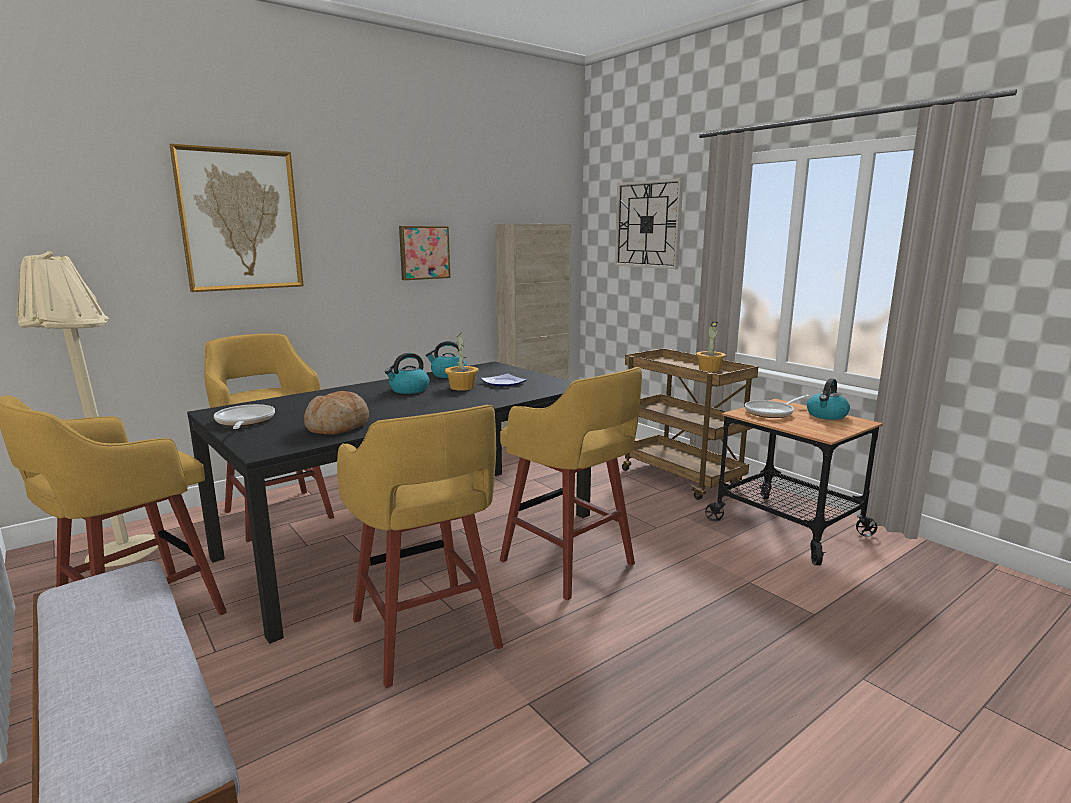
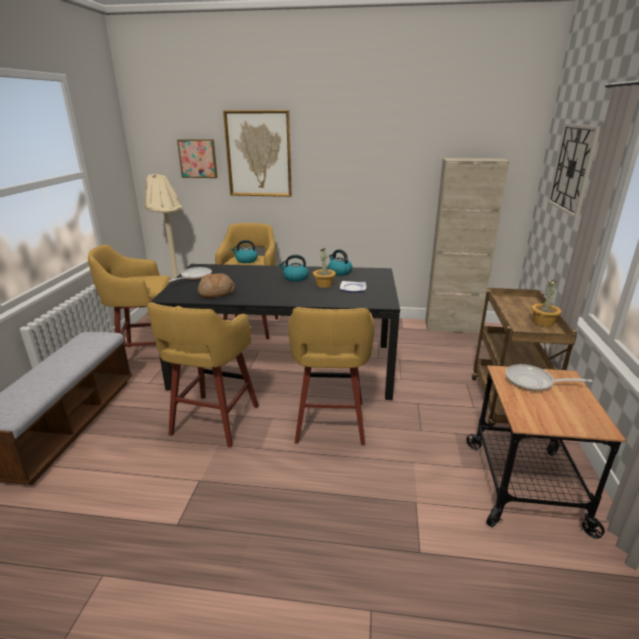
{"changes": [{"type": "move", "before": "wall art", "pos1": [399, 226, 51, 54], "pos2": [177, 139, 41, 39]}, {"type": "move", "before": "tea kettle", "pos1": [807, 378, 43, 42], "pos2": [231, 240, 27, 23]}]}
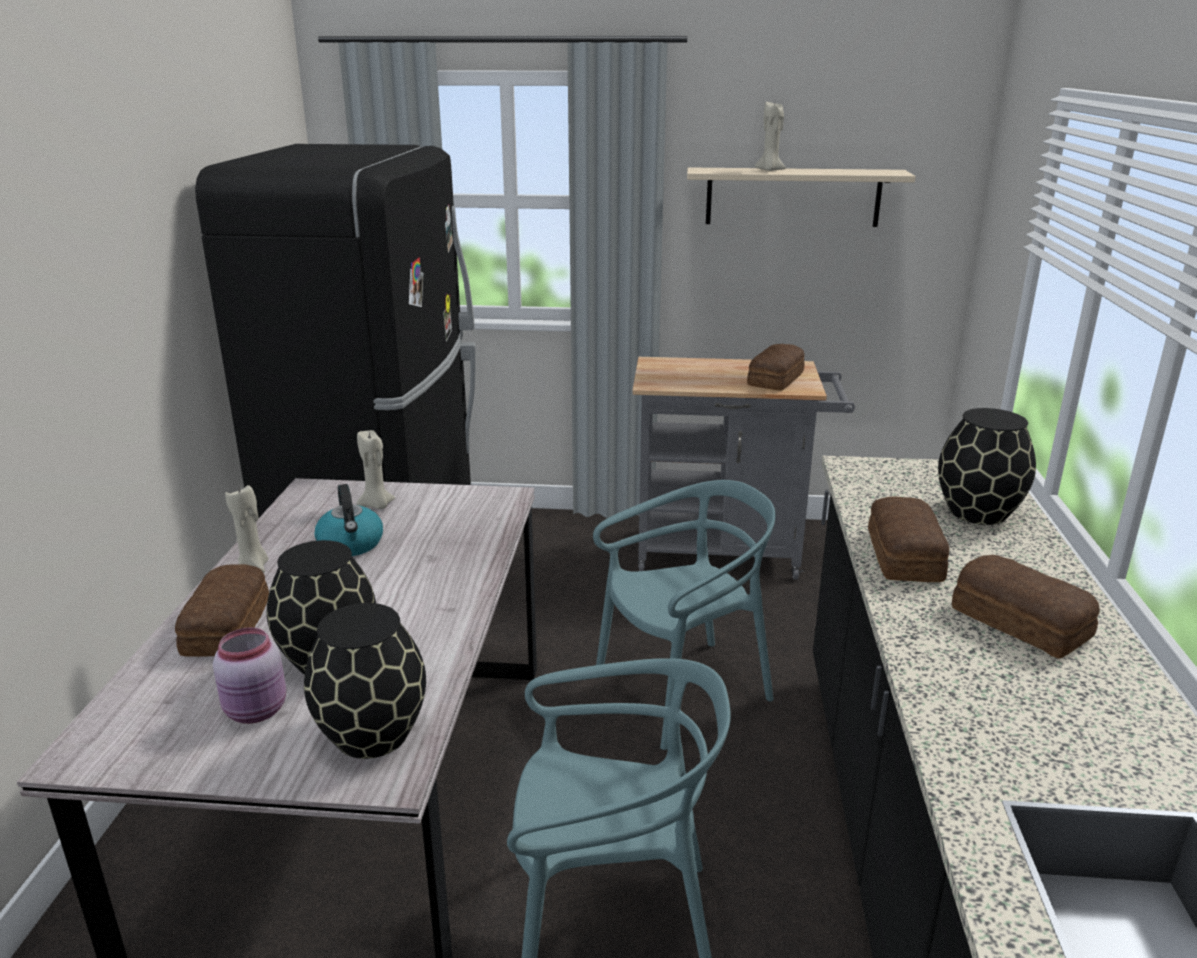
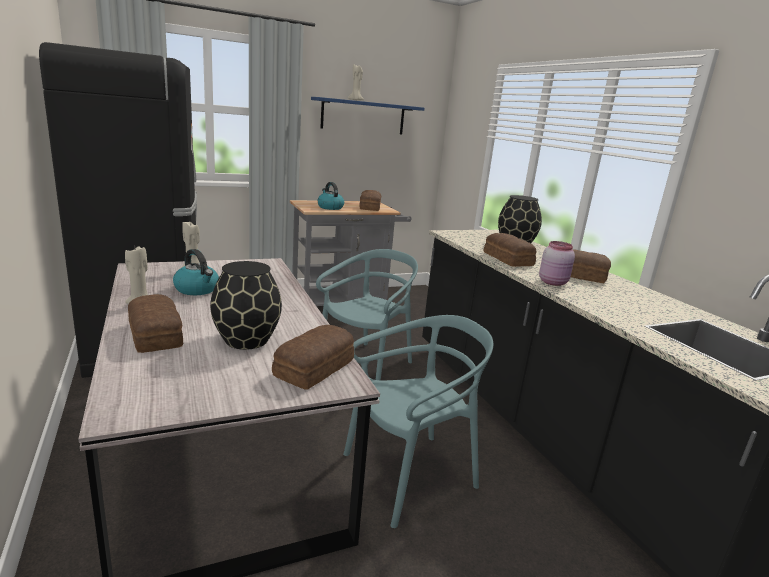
{"changes": [{"type": "replace", "before": "blackish flower vase", "after": "bakery bread", "pos1": [304, 603, 122, 156], "pos2": [272, 325, 82, 65]}, {"type": "recolor", "before": "sand-coloured bracket shelf", "after": "blue-coloured bracket shelf", "pos1": [687, 167, 229, 60], "pos2": [311, 97, 113, 37]}, {"type": "insert", "after": "tea kettle", "pos2": [317, 182, 27, 28]}, {"type": "move", "before": "pinkish jar", "pos1": [213, 627, 73, 97], "pos2": [539, 241, 36, 45]}]}
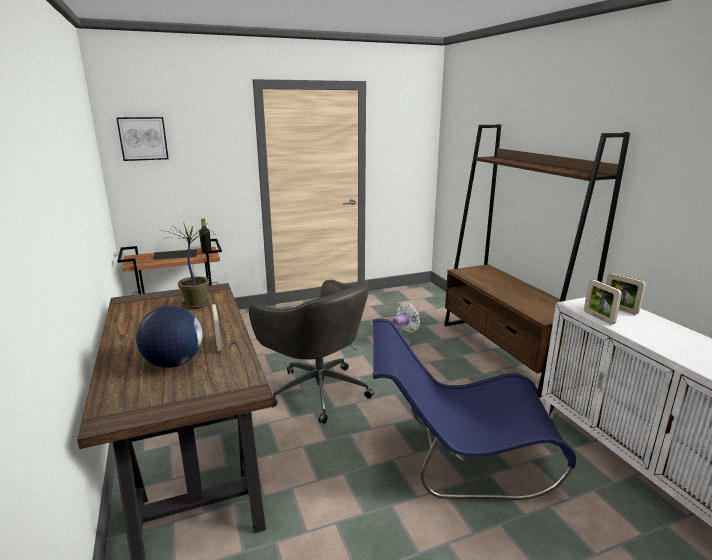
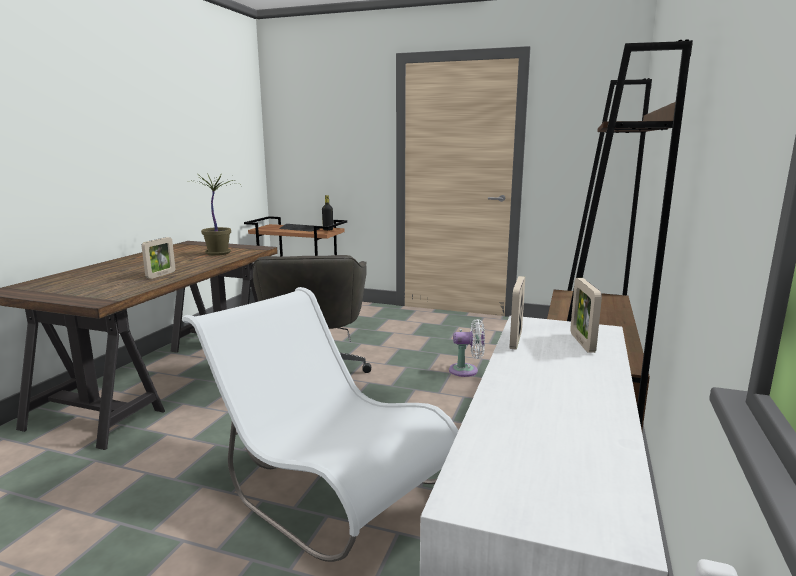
{"changes": [{"type": "recolor", "before": "blue-coloured upright chair", "after": "whitish upright chair", "pos1": [372, 318, 204, 182], "pos2": [182, 287, 277, 275]}, {"type": "delete", "before": "wall art", "pos1": [117, 117, 52, 44]}, {"type": "delete", "before": "desk globe", "pos1": [136, 305, 66, 63]}]}
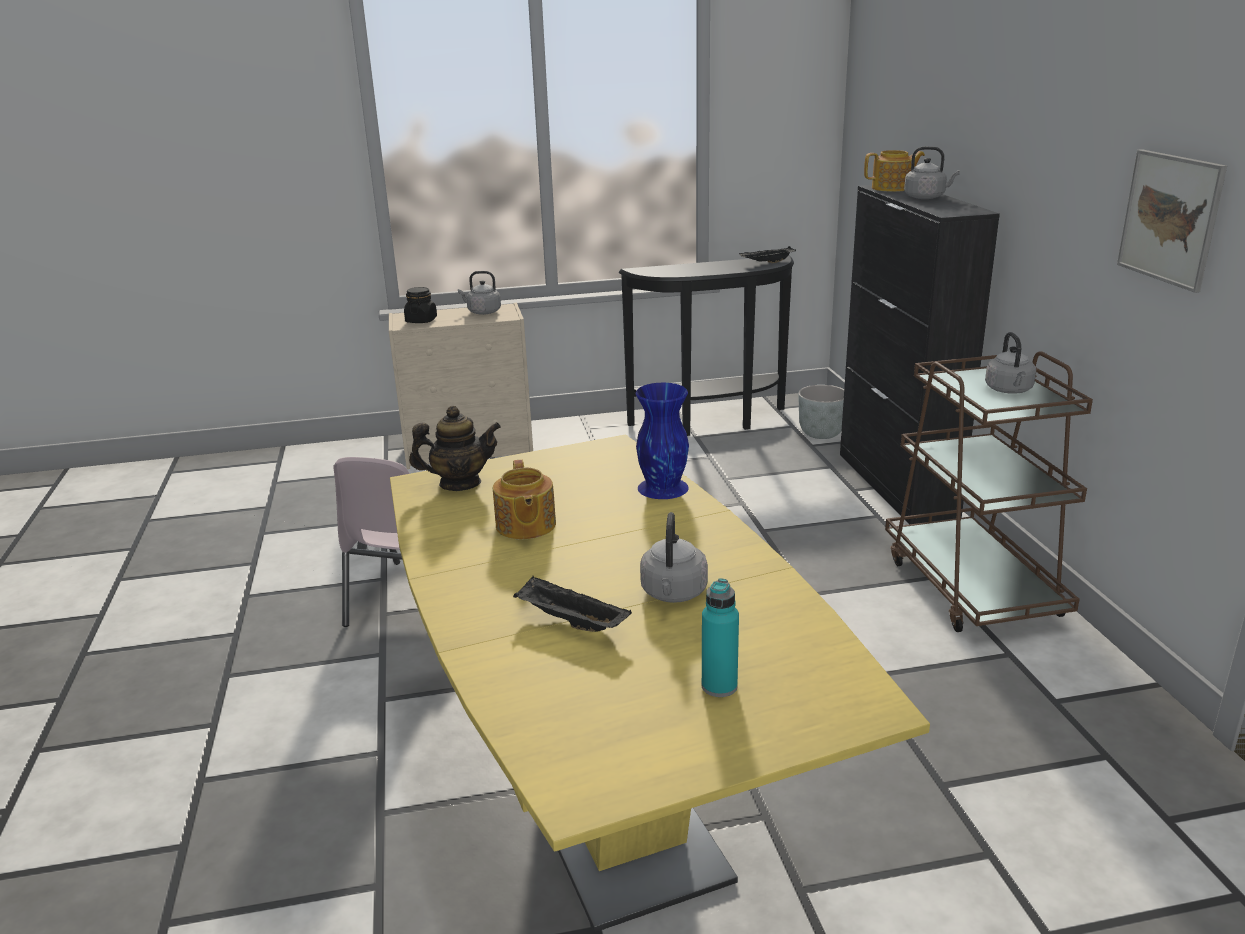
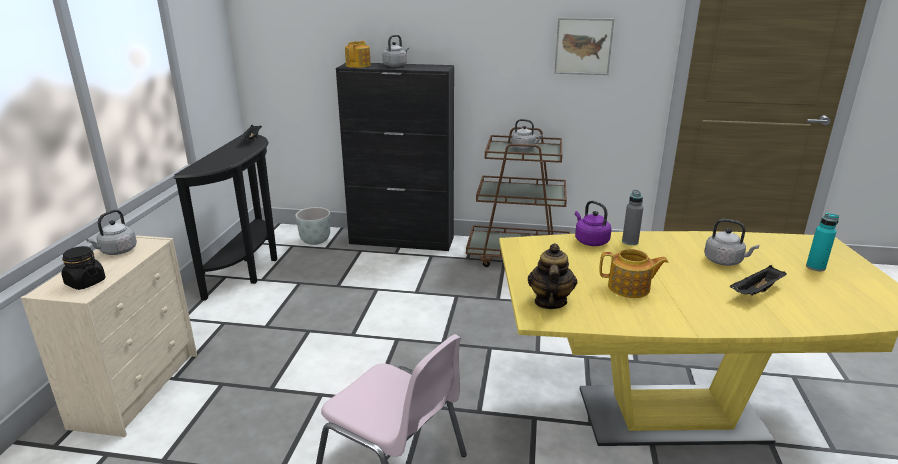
{"changes": [{"type": "replace", "before": "blue-coloured flower vase", "after": "purple tea kettle", "pos1": [636, 383, 53, 116], "pos2": [575, 201, 37, 45]}, {"type": "insert", "after": "greyish bottle", "pos2": [622, 190, 21, 55]}]}
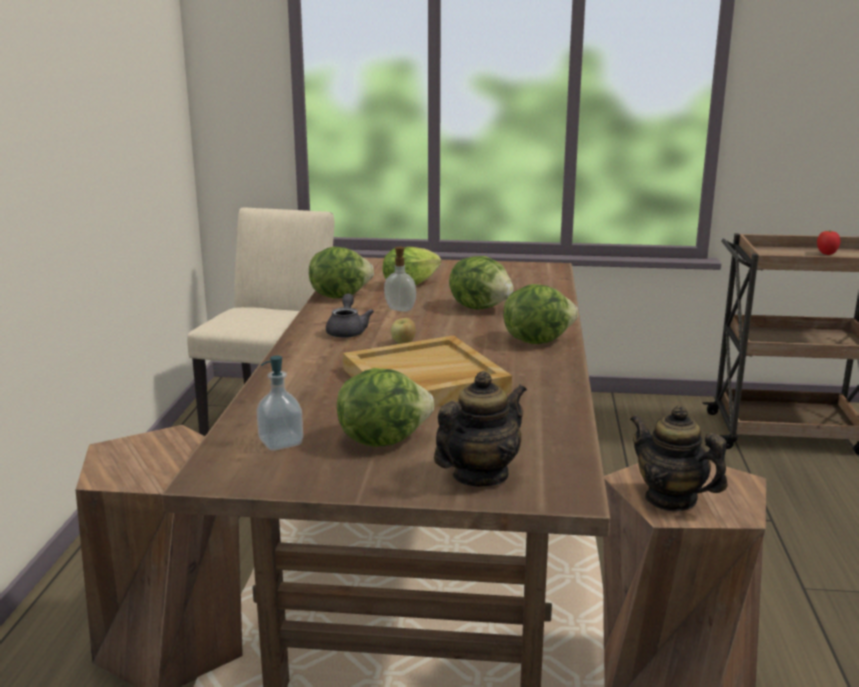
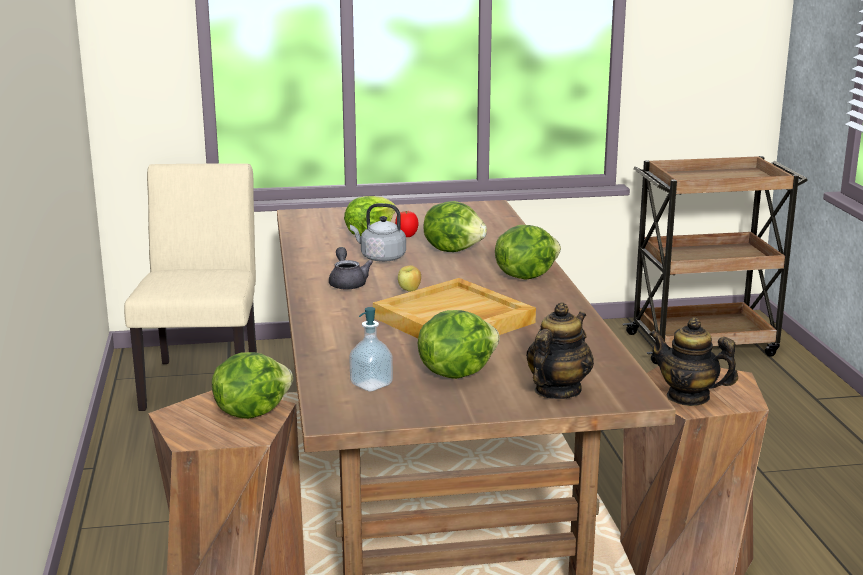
{"changes": [{"type": "move", "before": "lettuce head", "pos1": [309, 247, 65, 51], "pos2": [212, 352, 81, 67]}, {"type": "replace", "before": "soap dispenser", "after": "greyish tea kettle", "pos1": [384, 247, 32, 65], "pos2": [350, 203, 56, 59]}, {"type": "move", "before": "fresh tomato", "pos1": [817, 230, 23, 25], "pos2": [395, 211, 23, 26]}]}
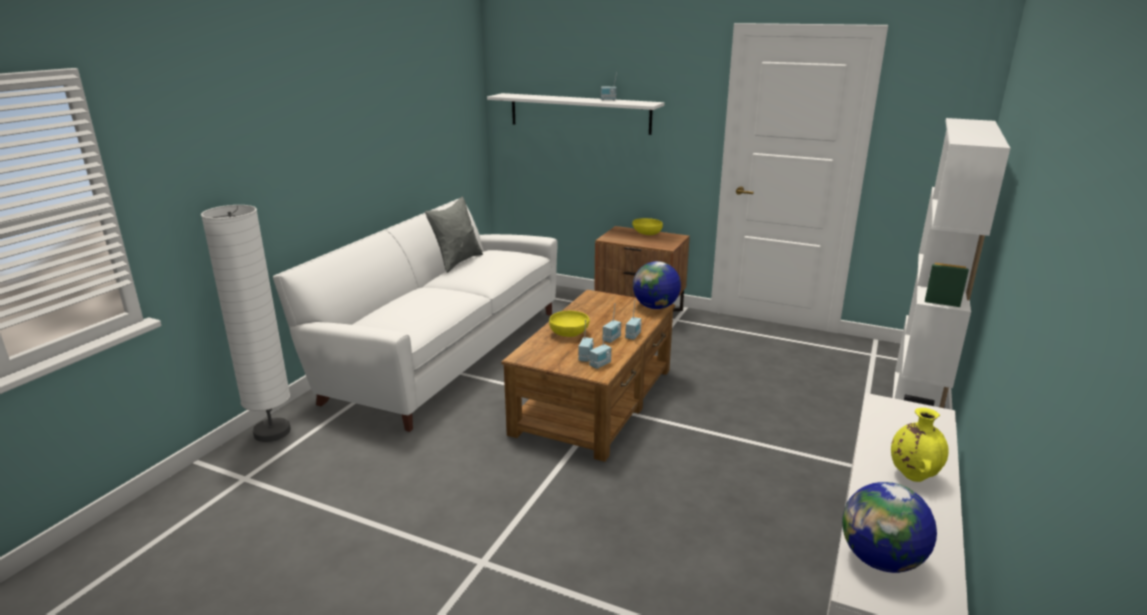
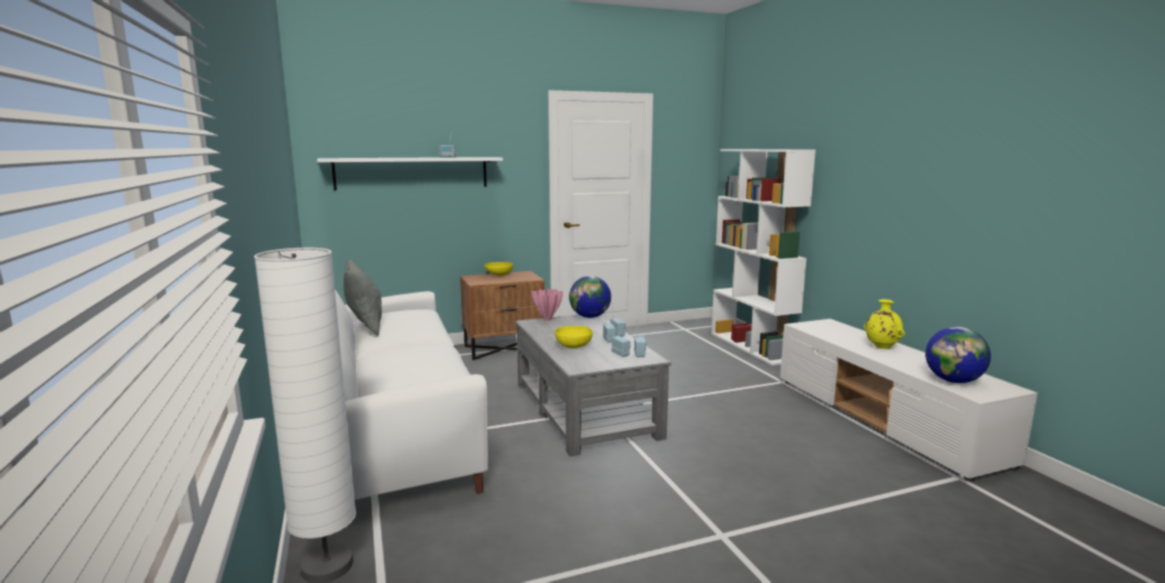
{"changes": [{"type": "recolor", "before": "brown-coloured coffee table", "after": "greyish coffee table", "pos1": [501, 290, 174, 172], "pos2": [515, 315, 156, 142]}, {"type": "insert", "after": "pinkish flower vase", "pos2": [531, 289, 32, 32]}]}
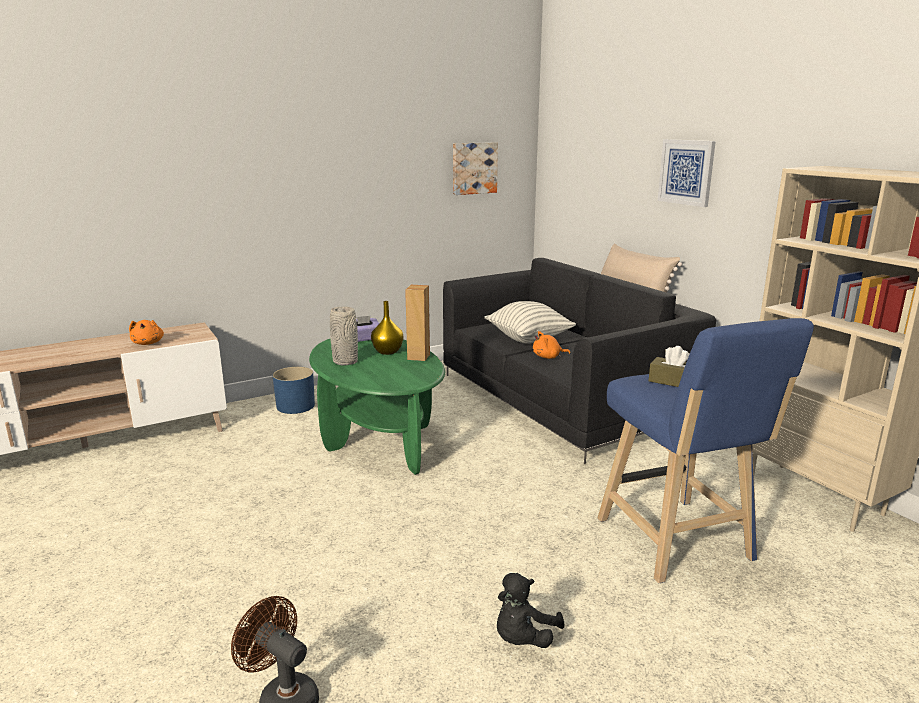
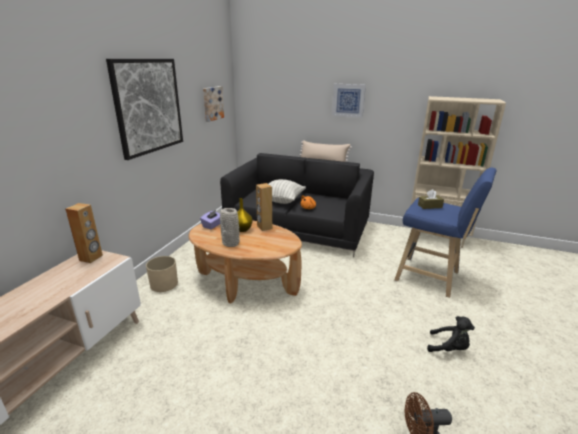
{"changes": [{"type": "insert", "after": "brown-coloured audio speaker", "pos2": [65, 203, 38, 60]}, {"type": "insert", "after": "wall art", "pos2": [106, 59, 77, 101]}, {"type": "recolor", "before": "blue-coloured flower pot", "after": "sand-coloured flower pot", "pos1": [273, 367, 42, 47], "pos2": [146, 256, 32, 36]}, {"type": "recolor", "before": "green-coloured coffee table", "after": "brown-coloured coffee table", "pos1": [309, 339, 136, 136], "pos2": [188, 220, 114, 83]}, {"type": "rotate", "before": "blackish soft toy", "pos1": [497, 573, 68, 75], "pos2": [427, 316, 48, 36], "turn": -60}, {"type": "delete", "before": "orangey soft toy", "pos1": [129, 320, 35, 25]}]}
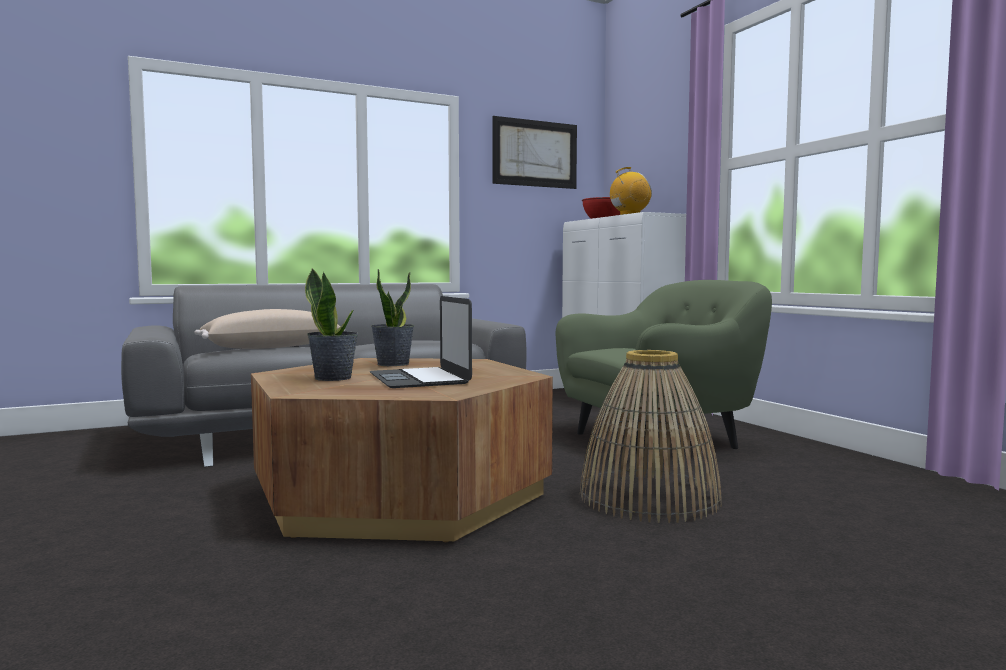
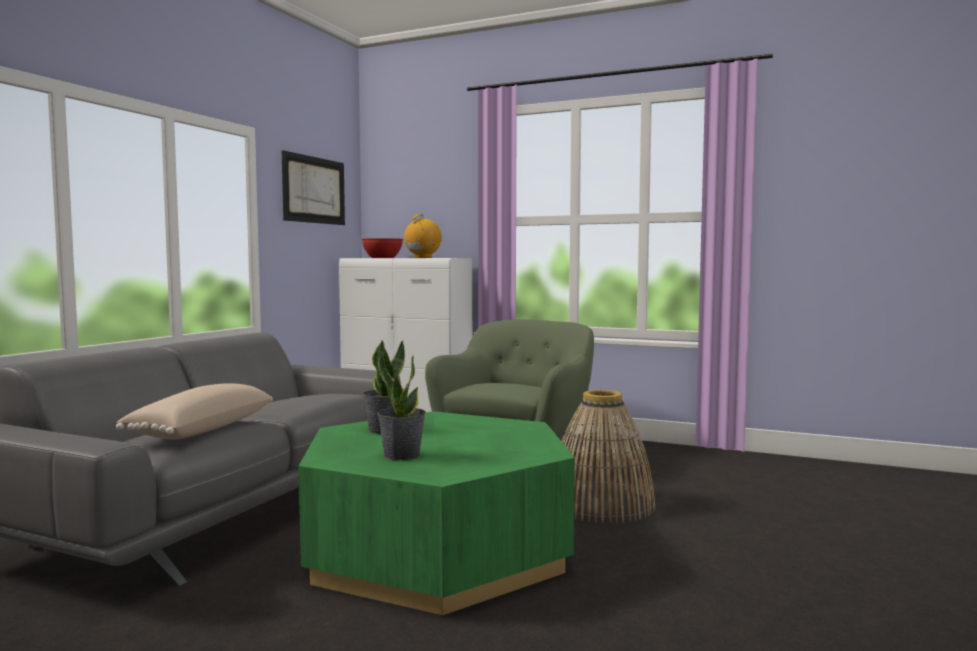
{"changes": [{"type": "recolor", "before": "brown-coloured coffee table", "after": "green-coloured coffee table", "pos1": [251, 358, 302, 184], "pos2": [298, 411, 277, 204]}, {"type": "delete", "before": "portable computer", "pos1": [370, 296, 102, 92]}]}
